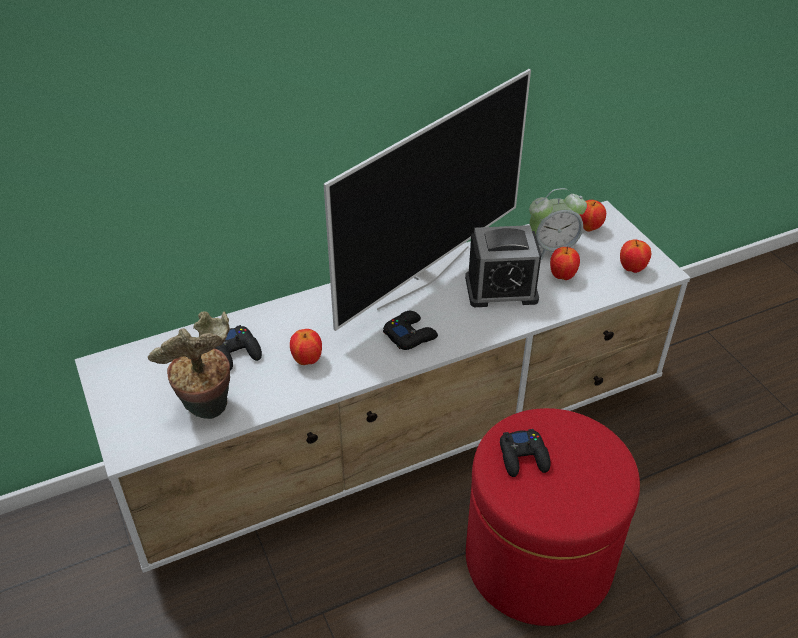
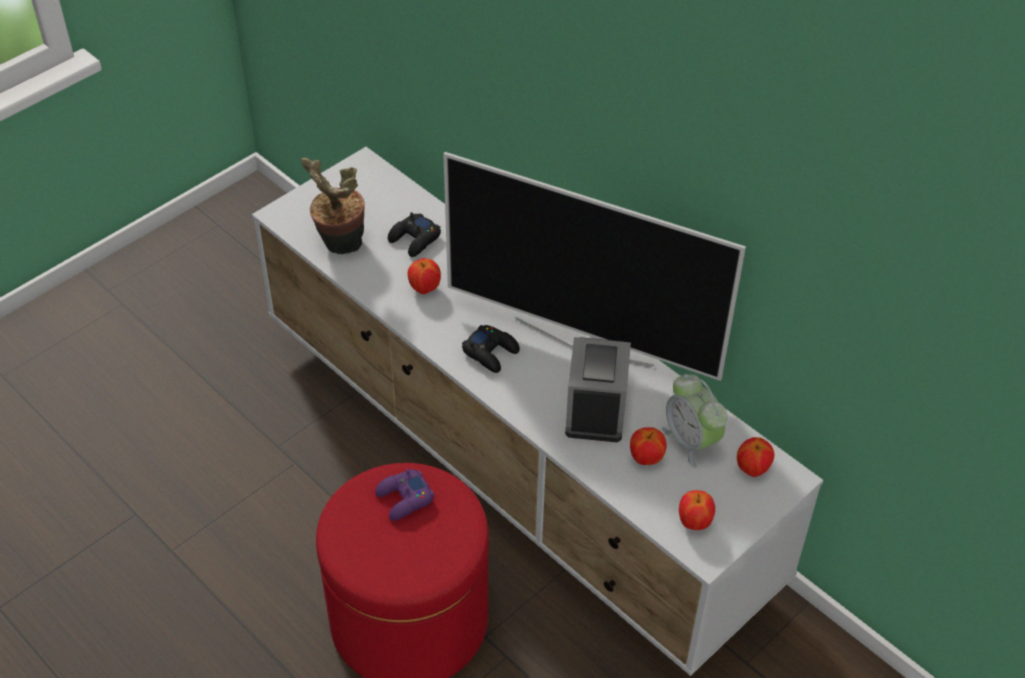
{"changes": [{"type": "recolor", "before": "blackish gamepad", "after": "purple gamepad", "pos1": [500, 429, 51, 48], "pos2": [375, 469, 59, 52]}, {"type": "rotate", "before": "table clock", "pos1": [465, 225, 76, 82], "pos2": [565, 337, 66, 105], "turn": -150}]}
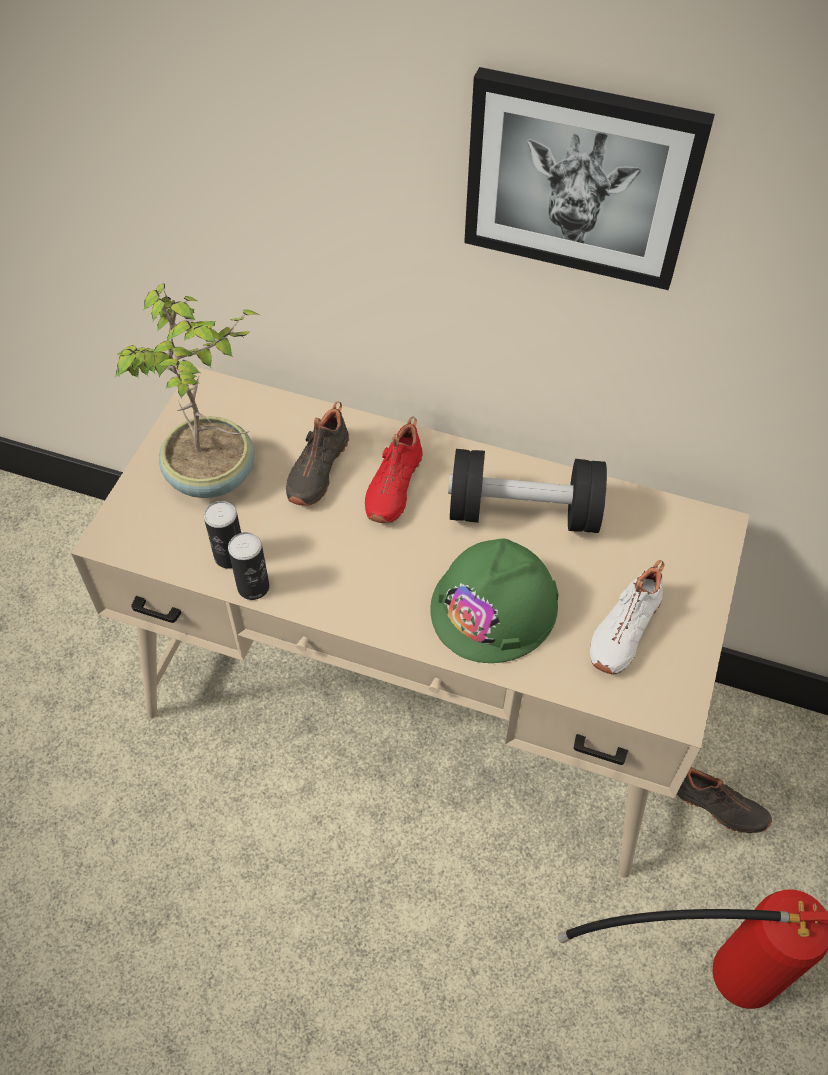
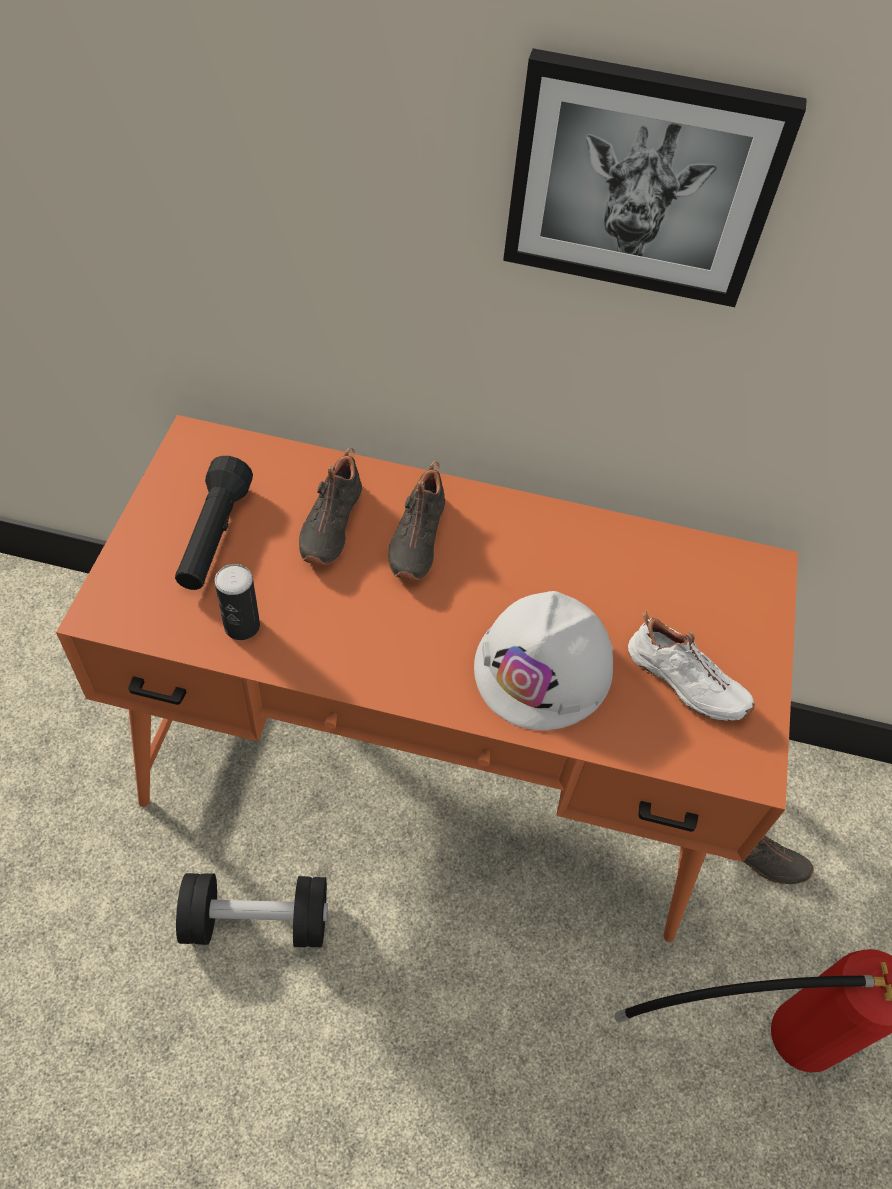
{"changes": [{"type": "recolor", "before": "sand-coloured desk table", "after": "orangey desk table", "pos1": [71, 367, 679, 511], "pos2": [56, 415, 742, 527]}, {"type": "replace", "before": "plant in a pot", "after": "blackish hand torch", "pos1": [115, 283, 144, 215], "pos2": [175, 456, 78, 134]}, {"type": "move", "before": "blackish dumbbell", "pos1": [448, 449, 159, 84], "pos2": [176, 873, 152, 74]}, {"type": "recolor", "before": "red-coloured low shoe", "after": "blackish low shoe", "pos1": [365, 416, 58, 107], "pos2": [388, 461, 57, 119]}, {"type": "recolor", "before": "green-coloured safety helmet", "after": "whitish safety helmet", "pos1": [430, 539, 128, 124], "pos2": [474, 591, 139, 139]}, {"type": "rotate", "before": "whitish low shoe", "pos1": [590, 560, 74, 115], "pos2": [628, 612, 127, 109], "turn": -75}, {"type": "delete", "before": "sealed can", "pos1": [228, 532, 41, 68]}]}
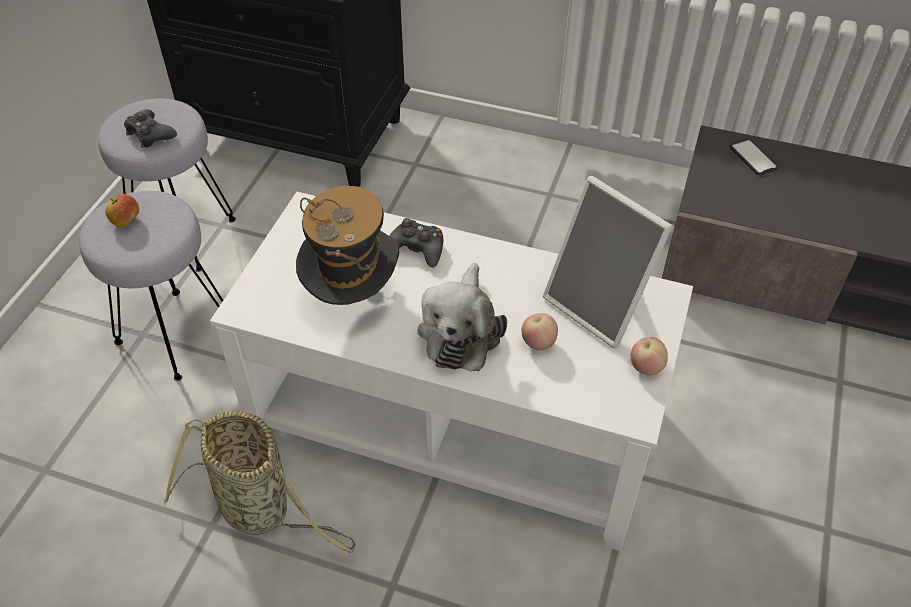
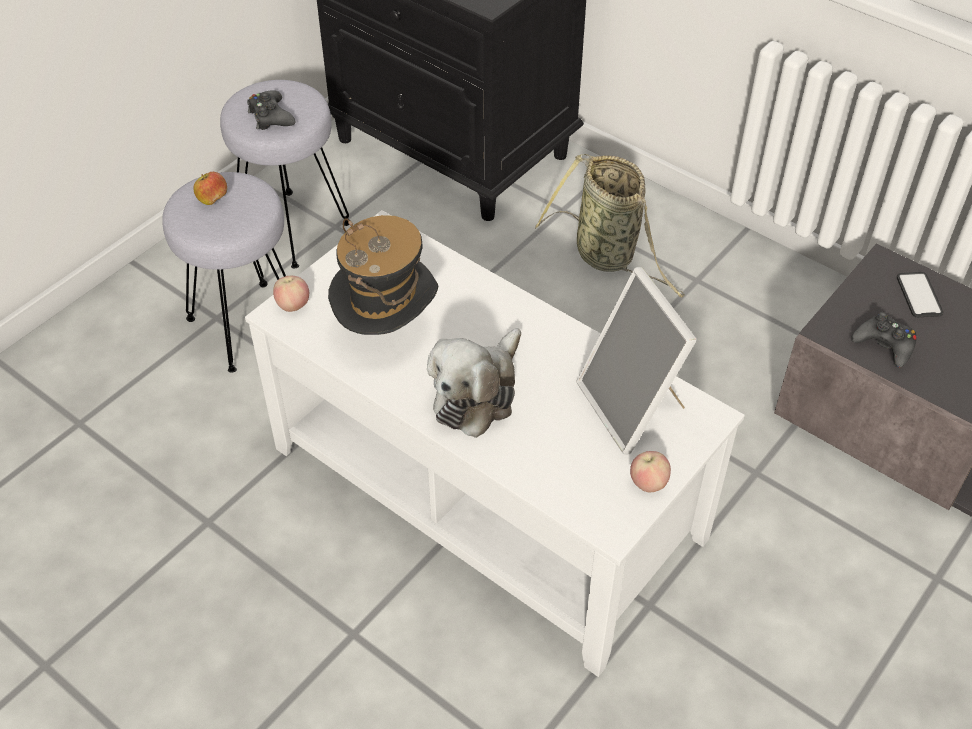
{"changes": [{"type": "move", "before": "whole apple", "pos1": [522, 313, 36, 38], "pos2": [273, 276, 36, 36]}, {"type": "move", "before": "basket", "pos1": [164, 411, 192, 142], "pos2": [535, 154, 150, 144]}, {"type": "move", "before": "blackish gamepad", "pos1": [389, 218, 54, 50], "pos2": [851, 312, 66, 55]}]}
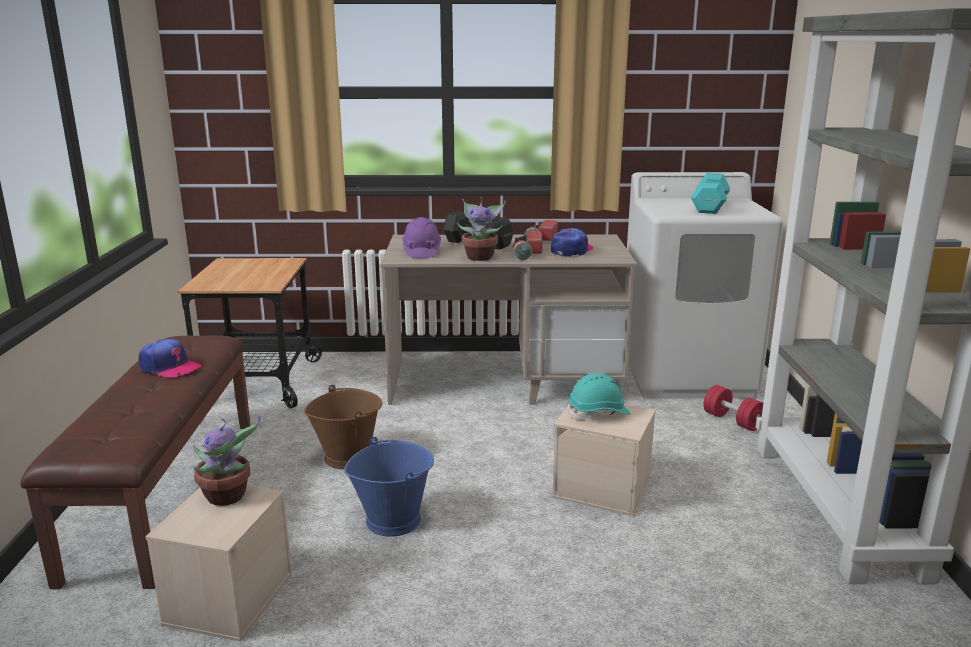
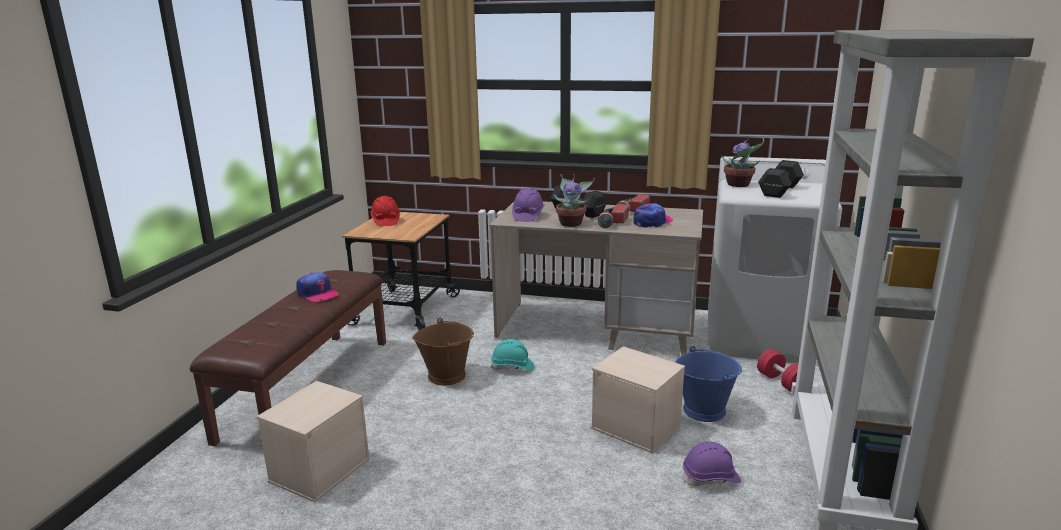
{"changes": [{"type": "insert", "after": "red-coloured safety helmet", "pos2": [370, 196, 30, 30]}, {"type": "move", "before": "blue-green safety helmet", "pos1": [568, 373, 62, 47], "pos2": [491, 339, 43, 32]}, {"type": "move", "before": "blue-coloured pail", "pos1": [344, 437, 90, 100], "pos2": [675, 346, 67, 76]}, {"type": "insert", "after": "purple safety helmet", "pos2": [683, 441, 58, 45]}, {"type": "move", "before": "plant in a pot", "pos1": [193, 415, 68, 91], "pos2": [722, 136, 42, 51]}, {"type": "recolor", "before": "blue-green dumbbell", "after": "blackish dumbbell", "pos1": [691, 173, 39, 41], "pos2": [758, 160, 46, 38]}]}
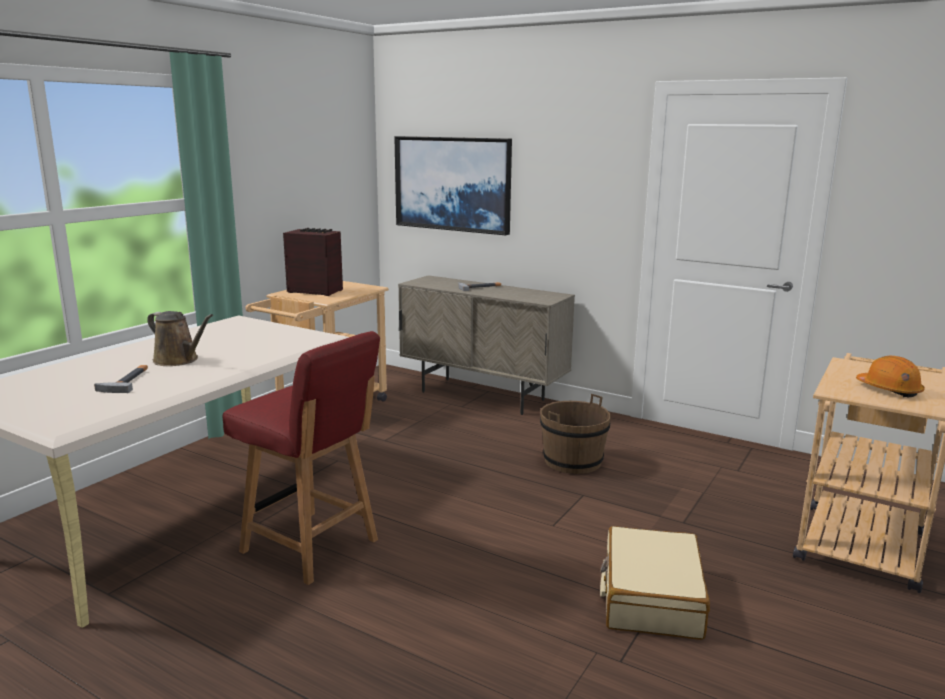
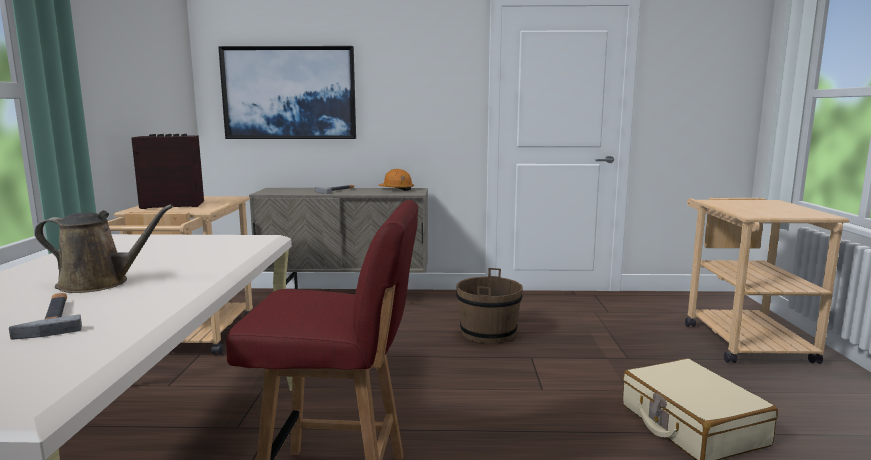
{"changes": [{"type": "move", "before": "orangey safety helmet", "pos1": [856, 356, 69, 41], "pos2": [378, 169, 36, 22]}]}
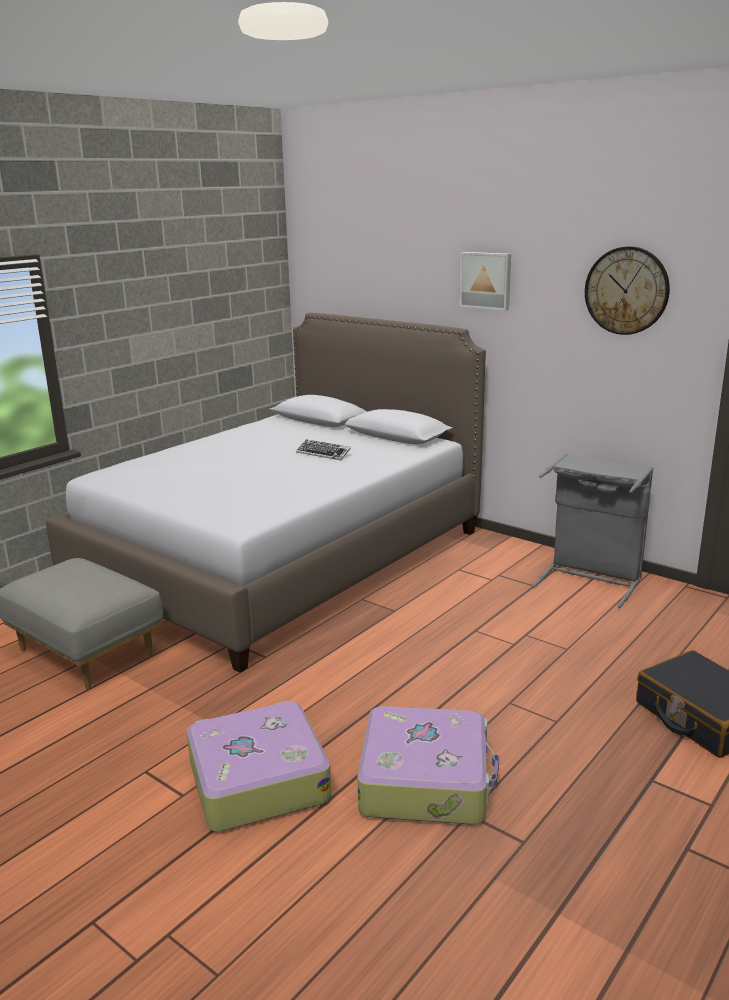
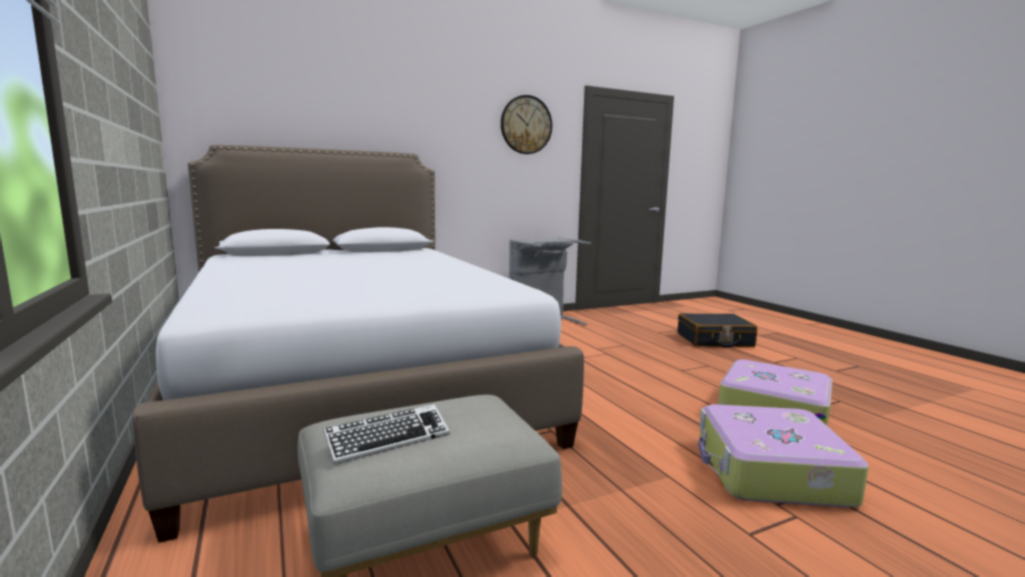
{"changes": [{"type": "move", "before": "keyboard", "pos1": [296, 439, 55, 21], "pos2": [323, 404, 127, 60]}, {"type": "delete", "before": "wall art", "pos1": [459, 252, 52, 59]}]}
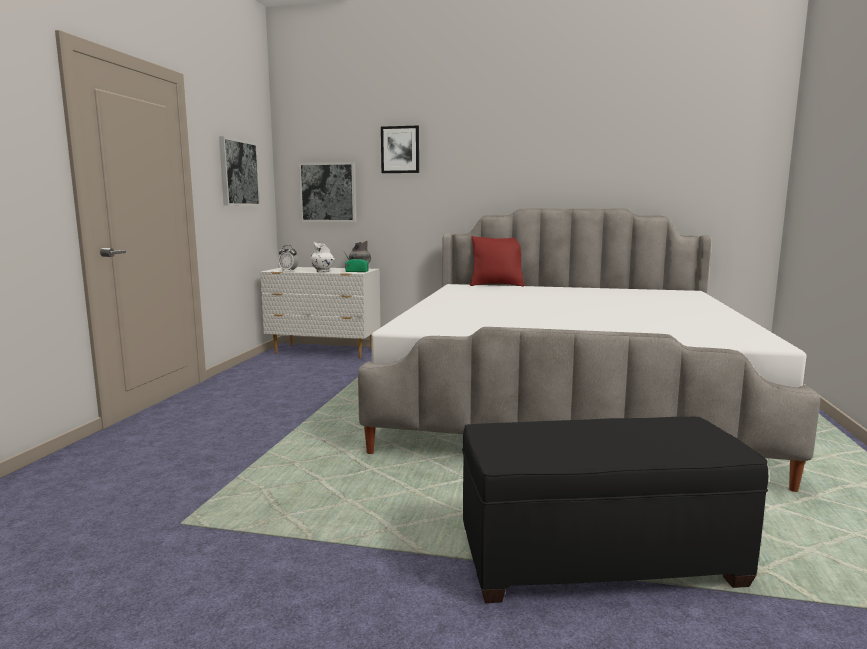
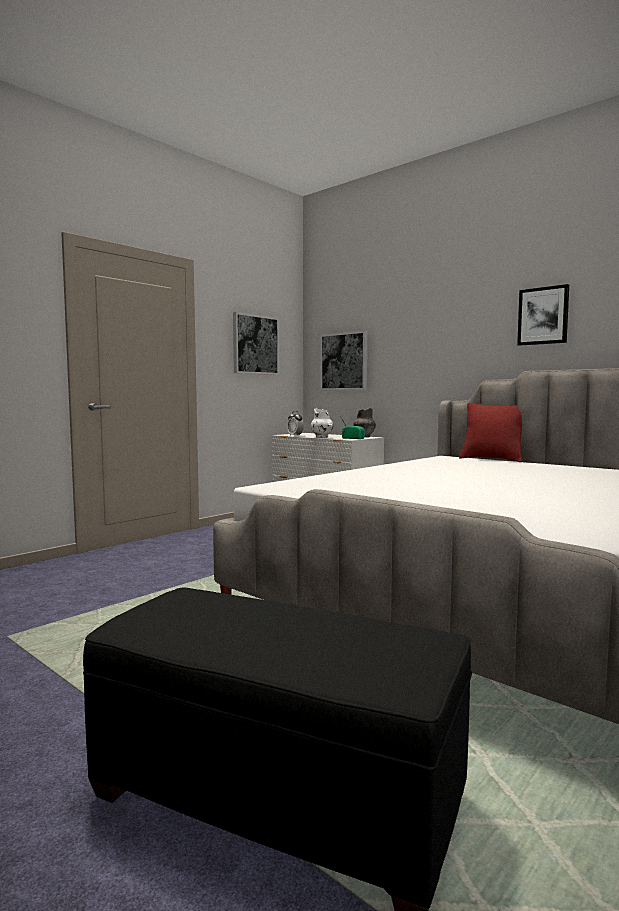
{"changes": [{"type": "move", "before": "wall art", "pos1": [381, 126, 38, 47], "pos2": [517, 284, 52, 62]}]}
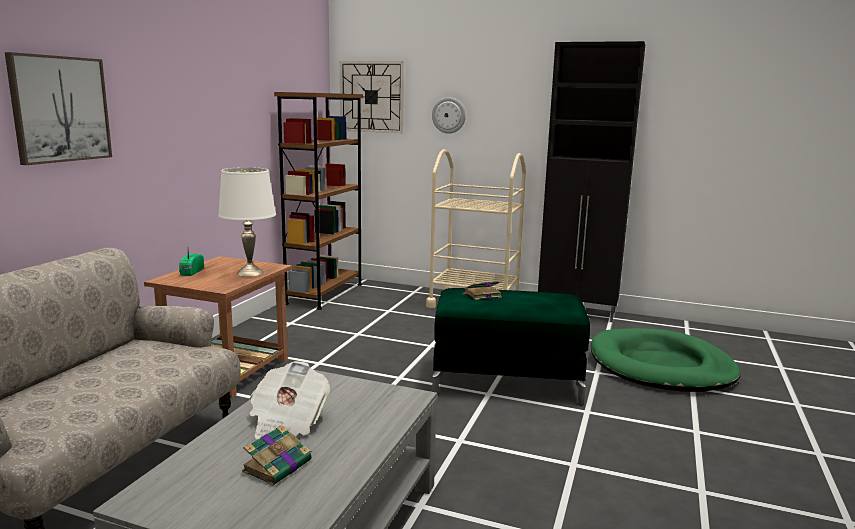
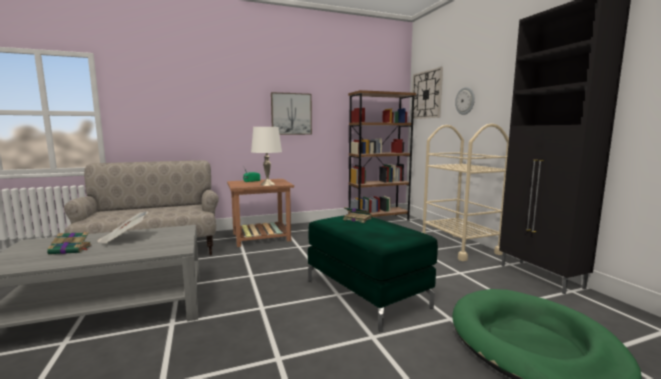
{"changes": [{"type": "move", "before": "wall art", "pos1": [5, 52, 107, 113], "pos2": [271, 92, 41, 43]}]}
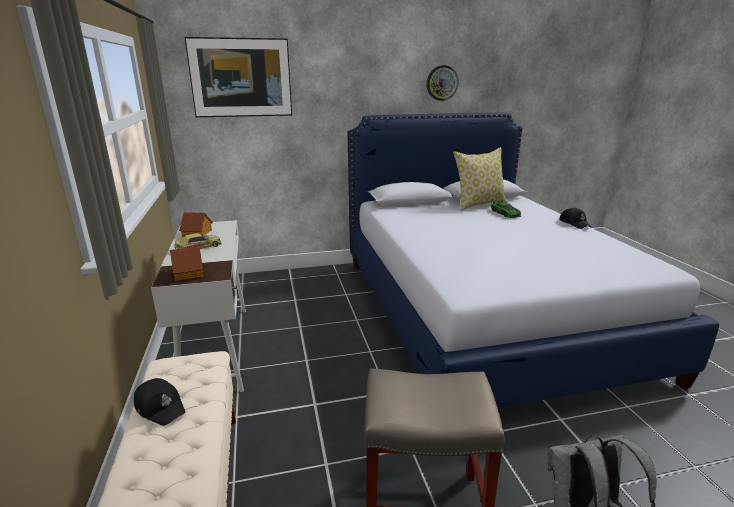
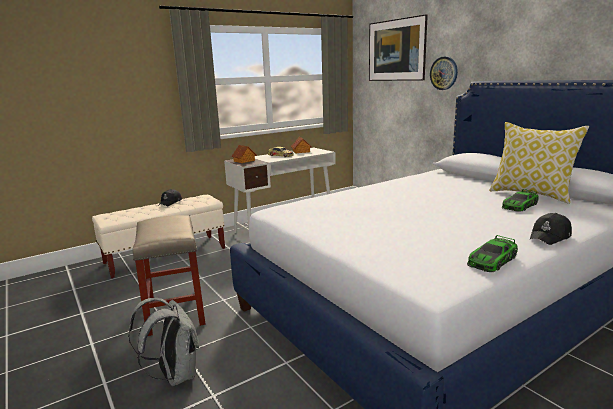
{"changes": [{"type": "move", "before": "wall clock", "pos1": [426, 65, 32, 36], "pos2": [430, 57, 28, 33]}, {"type": "insert", "after": "toy car", "pos2": [467, 235, 51, 37]}]}
